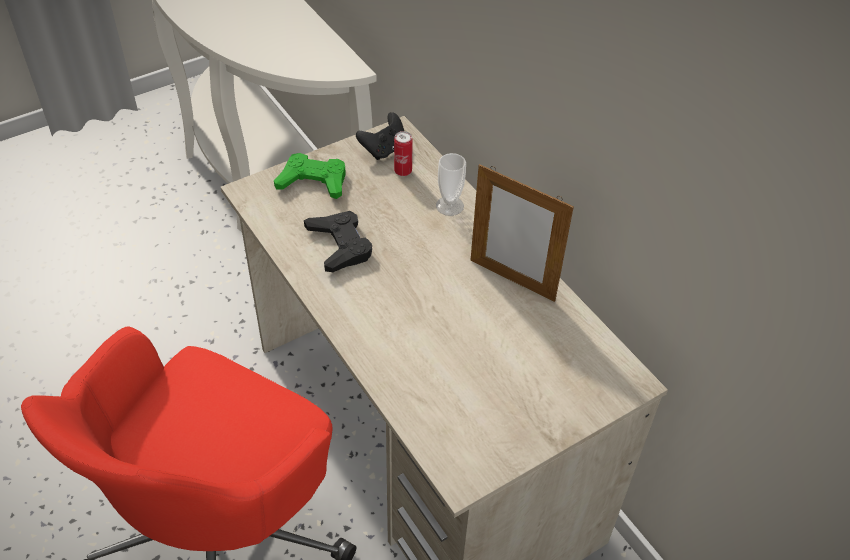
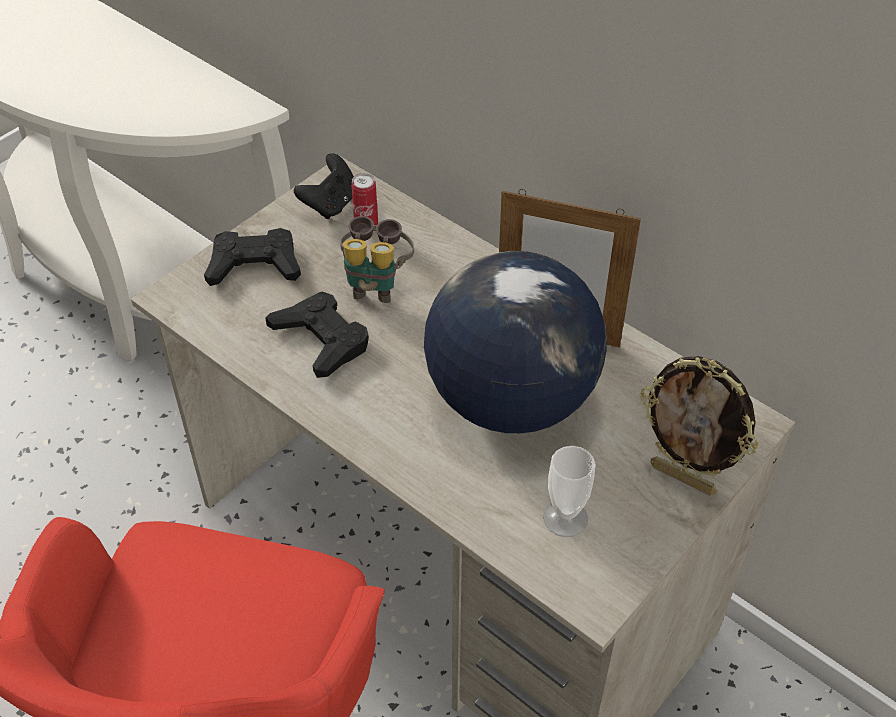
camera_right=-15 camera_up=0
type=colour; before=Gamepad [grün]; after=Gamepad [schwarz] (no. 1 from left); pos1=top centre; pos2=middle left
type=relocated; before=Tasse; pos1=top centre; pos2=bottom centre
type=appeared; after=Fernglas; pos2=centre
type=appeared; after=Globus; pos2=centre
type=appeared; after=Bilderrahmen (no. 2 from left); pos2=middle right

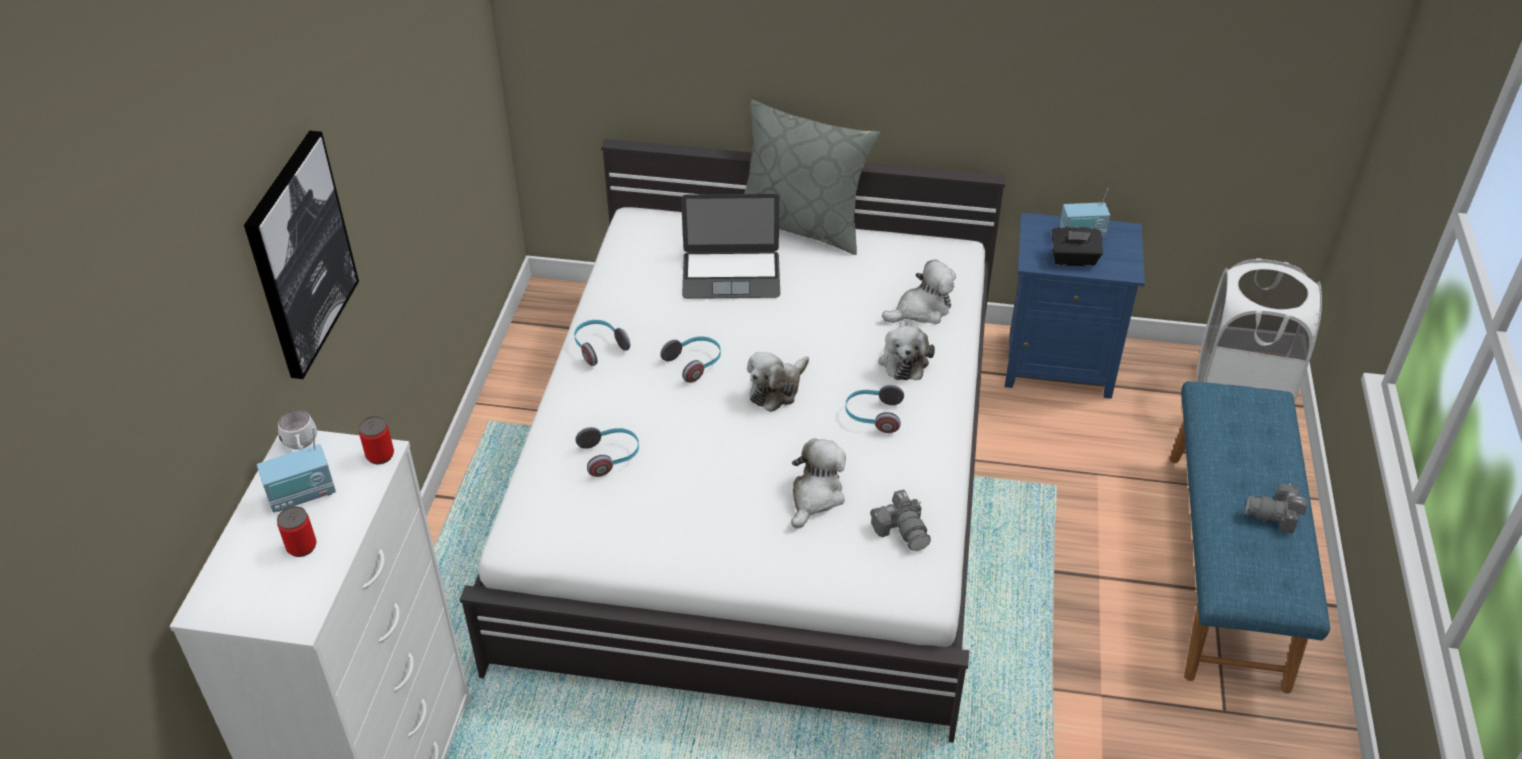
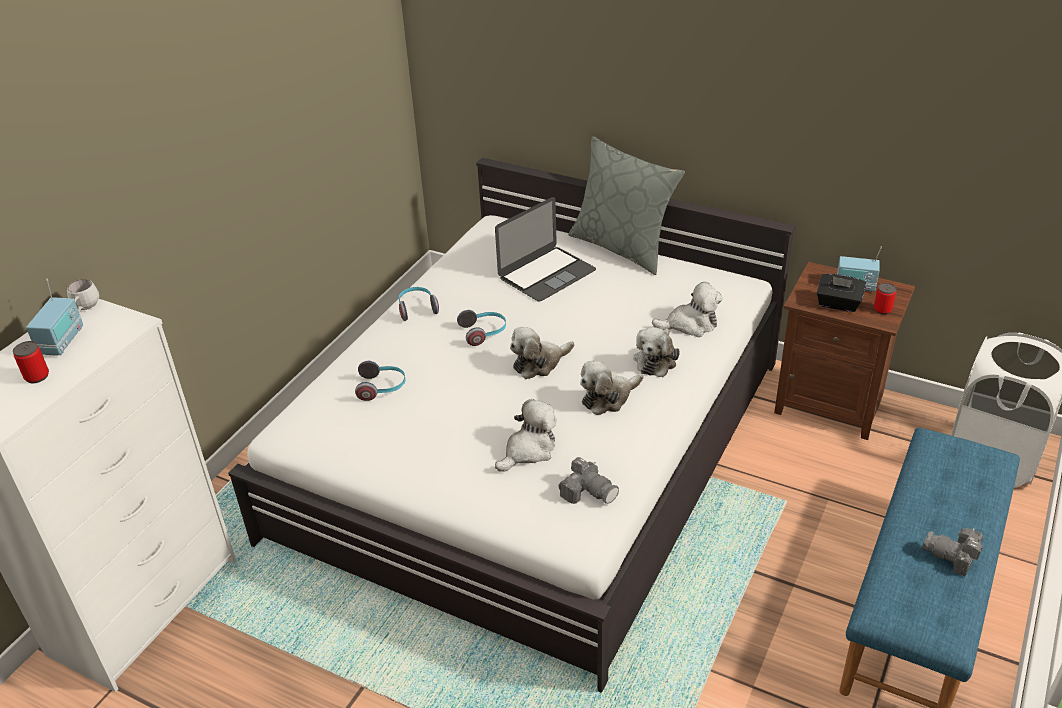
camera_right=20 camera_up=-5
type=missing; before=Bild; pos1=middle left
type=spun; before=Laptop; pos1=top centre; pos2=centre; turn=-60
type=colour; before=Nachttisch [blau]; after=Nachttisch [braun]; pos1=middle right; pos2=middle right
type=exchanged; before=Kopfhörer (no. 4 from left); after=Plüschtier (no. 3 from left); pos1=centre; pos2=centre
type=relocated; before=Dose (no. 2 from left); pos1=middle left; pos2=middle right
type=spun; before=Radio (no. 1 from left); pos1=middle left; pos2=middle left; turn=-75
type=spun; before=Kamera (no. 1 from left); pos1=bottom centre; pos2=bottom centre; turn=-45

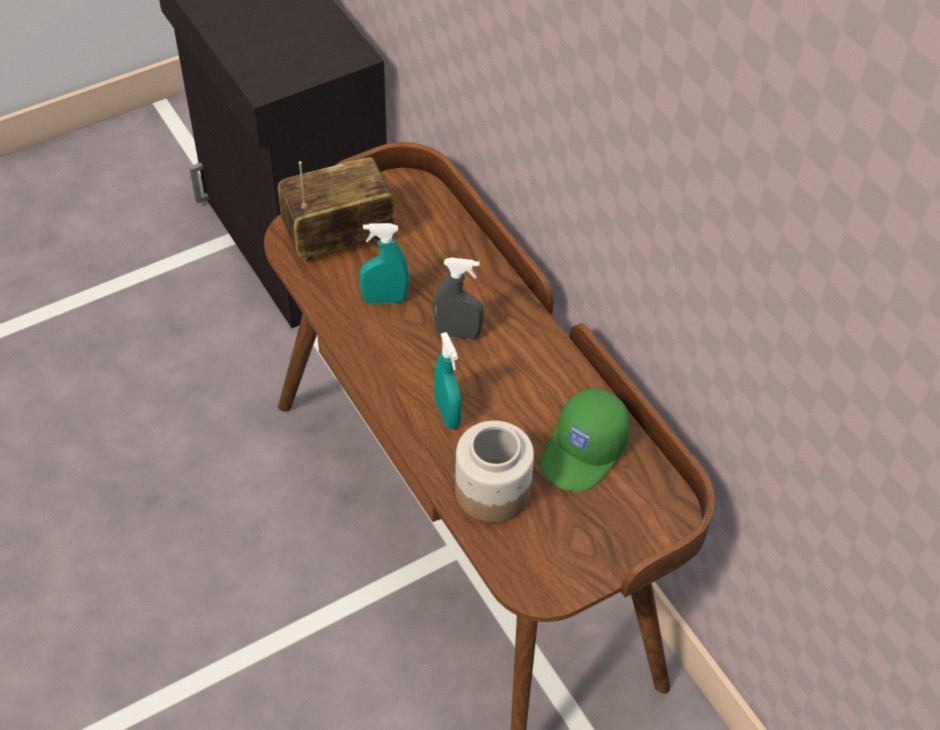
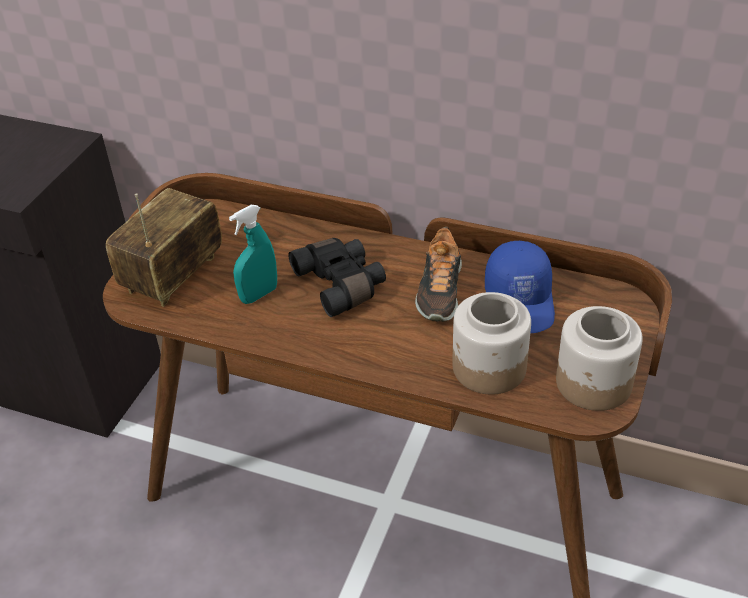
camera_right=-35 camera_up=-10
type=exchanged; before=Sprühflasche [grau]; after=Fernglas [schwarz]; pos1=centre; pos2=centre
type=missing; before=Sprühflasche [türkis] (no. 2 from left); pos1=centre
type=colour; before=Kappe [grün]; after=Kappe [blau]; pos1=centre; pos2=middle right
type=appeared; after=Schuh; pos2=centre
type=appeared; after=Vorratsglas (no. 2 from left); pos2=middle right

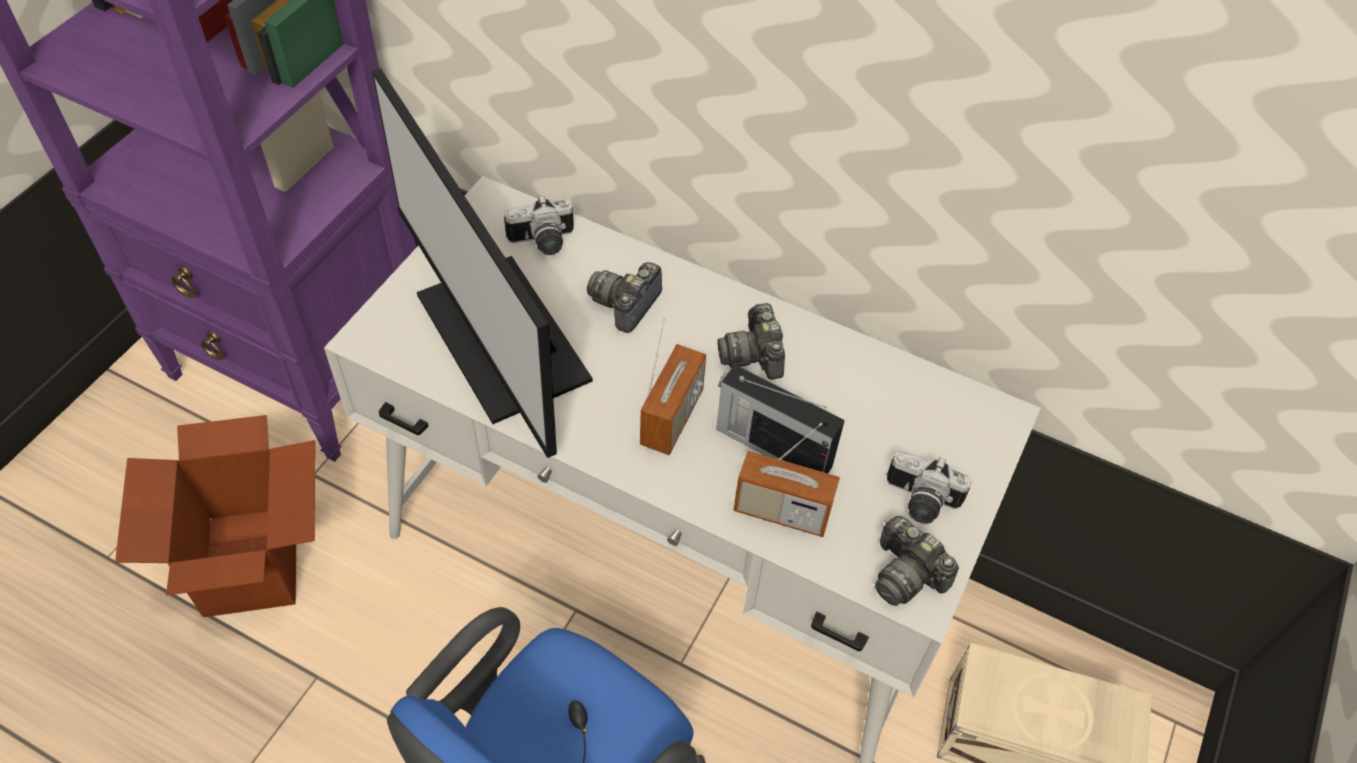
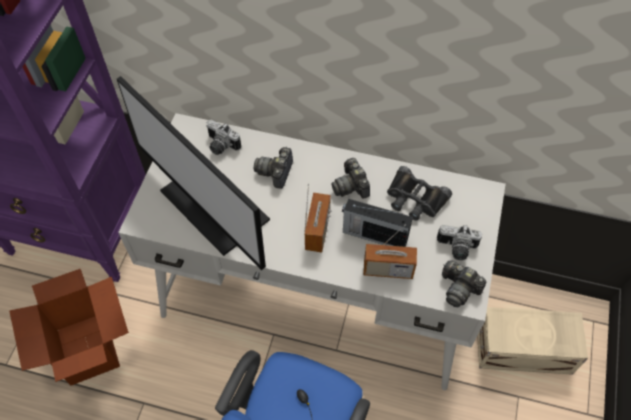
camera_right=-10 camera_up=5
type=spun; before=Kamera (no. 1 from left); pos1=top centre; pos2=top centre; turn=60
type=appeared; after=Fernglas [schwarz]; pos2=centre

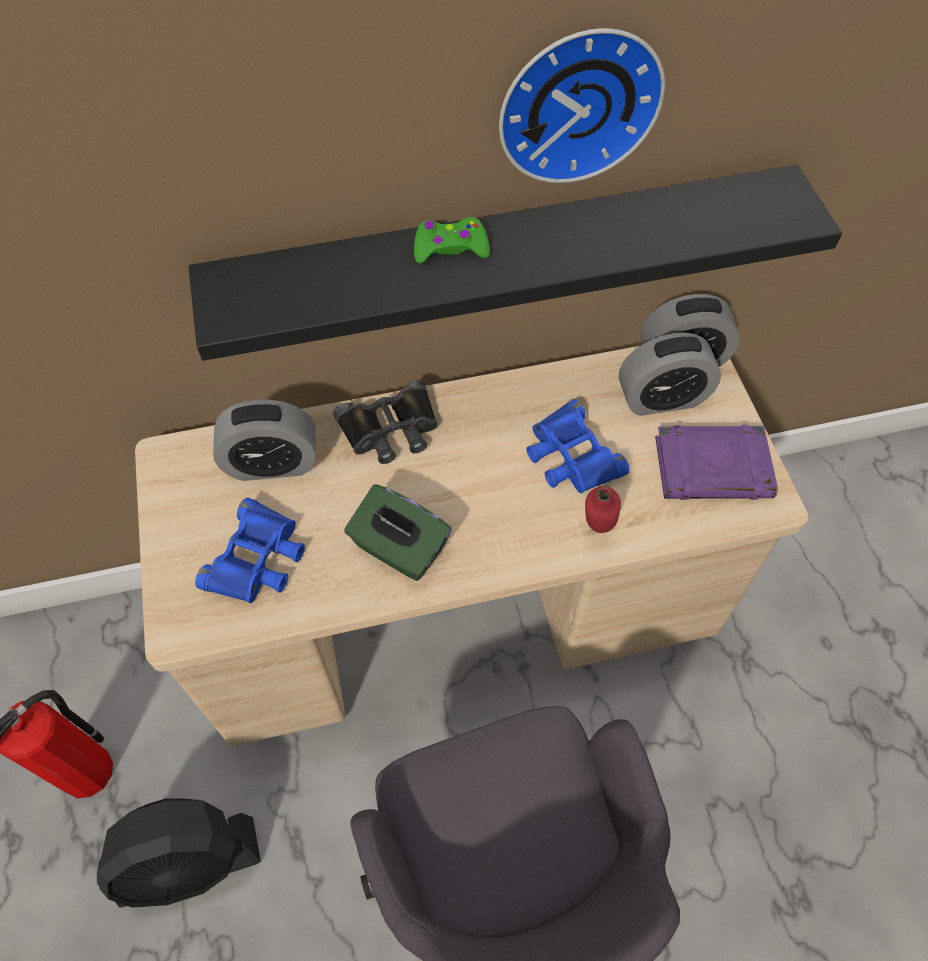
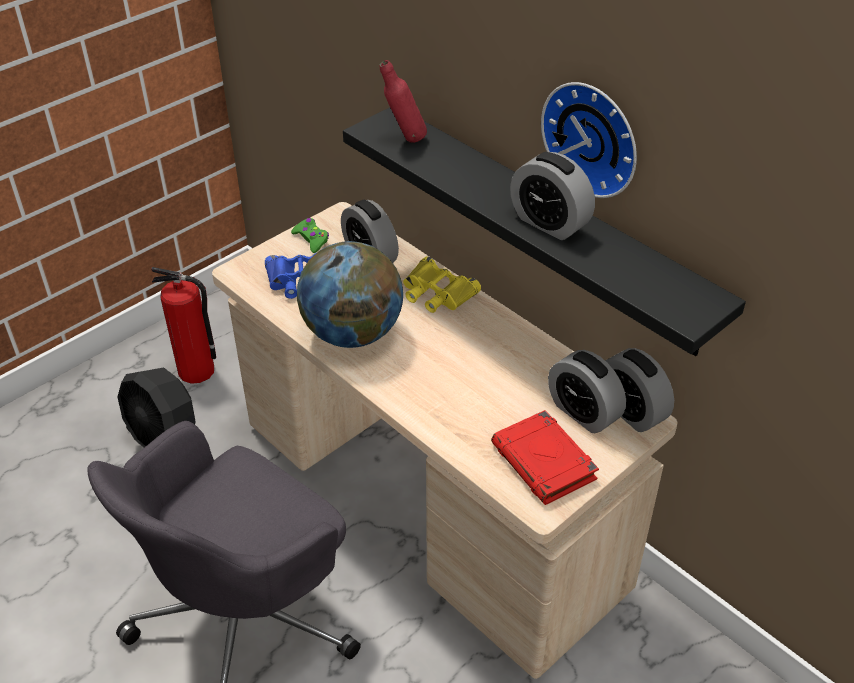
camera_right=60 camera_up=-15
type=relocated; before=Gamepad [grün]; pos1=top centre; pos2=centre
type=colour; before=Fernglas [schwarz]; after=Fernglas [gelb]; pos1=centre; pos2=centre
type=missing; before=Fernglas [blau] (no. 2 from left); pos1=centre
type=colour; before=Buch [lila]; after=Buch [rot]; pos1=middle right; pos2=bottom centre
type=exchanged; before=Taschentuchbox [grün]; after=Globus; pos1=centre; pos2=centre
type=relocated; before=Flasche [rot]; pos1=centre; pos2=top centre
type=appeared; after=Wecker (no. 2 from left); pos2=top centre

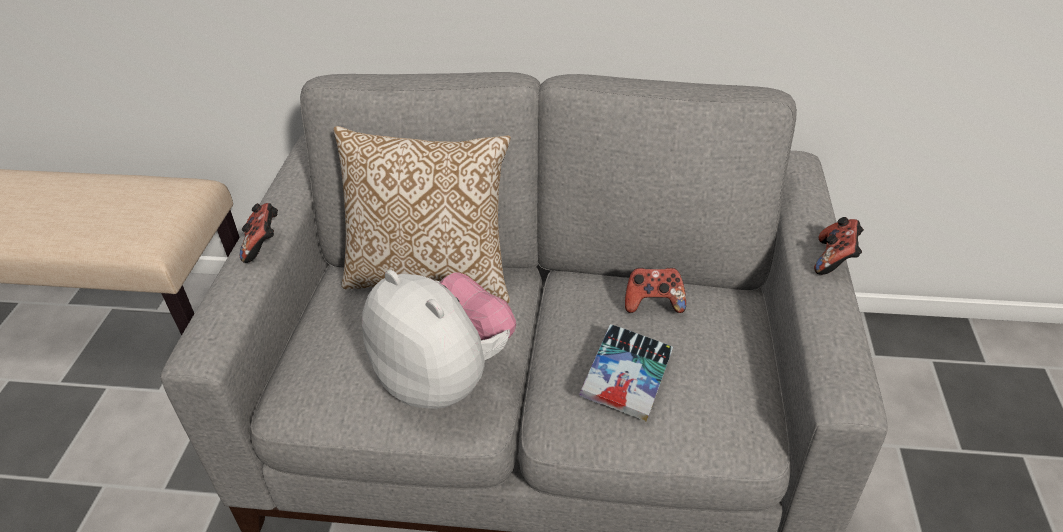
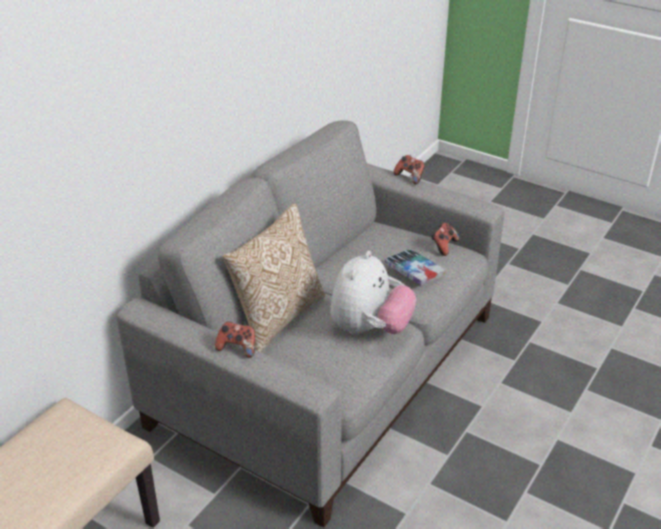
camera_right=-65 camera_up=-5
type=relocated; before=Gamepad (no. 2 from left in the first image); after=Gamepad (no. 3 from left); pos1=centre; pos2=middle right
type=spun; before=Plüschtier; pos1=centre; pos2=centre; turn=135

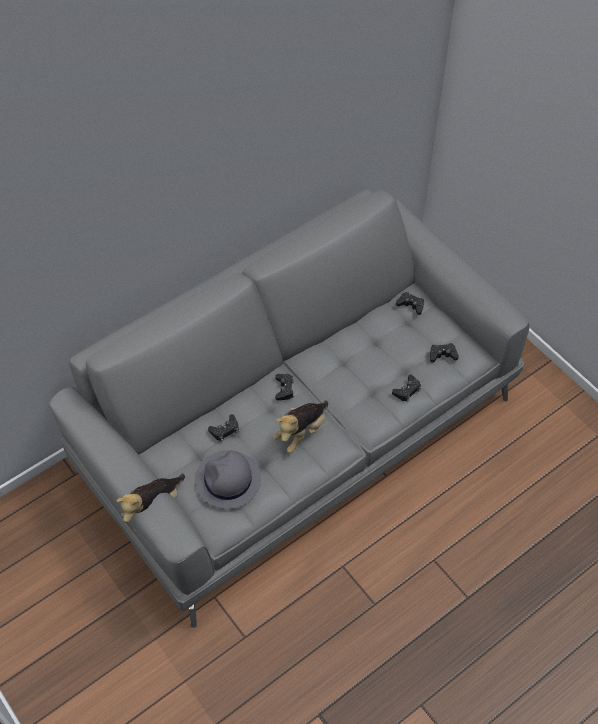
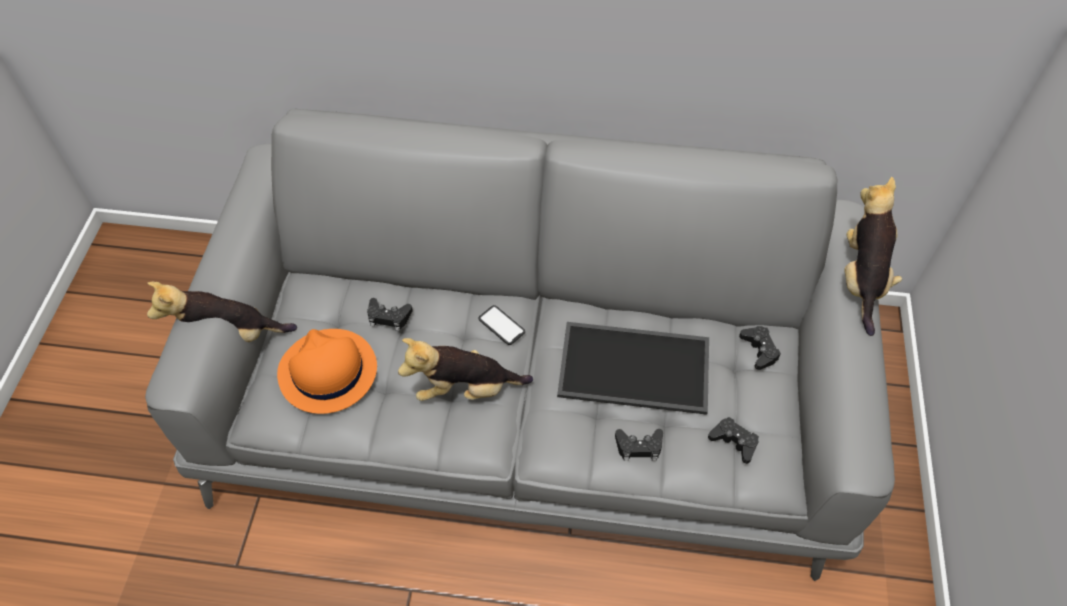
camera_right=45 camera_up=0
type=exchanged; before=Gamepad [schwarz] (no. 2 from left); after=Handy; pos1=centre; pos2=centre
type=colour; before=Hut [grau]; after=Hut [orange]; pos1=centre; pos2=middle left
type=appeared; after=Plüschtier (no. 3 from left); pos2=middle right
type=appeared; after=Tablett; pos2=centre

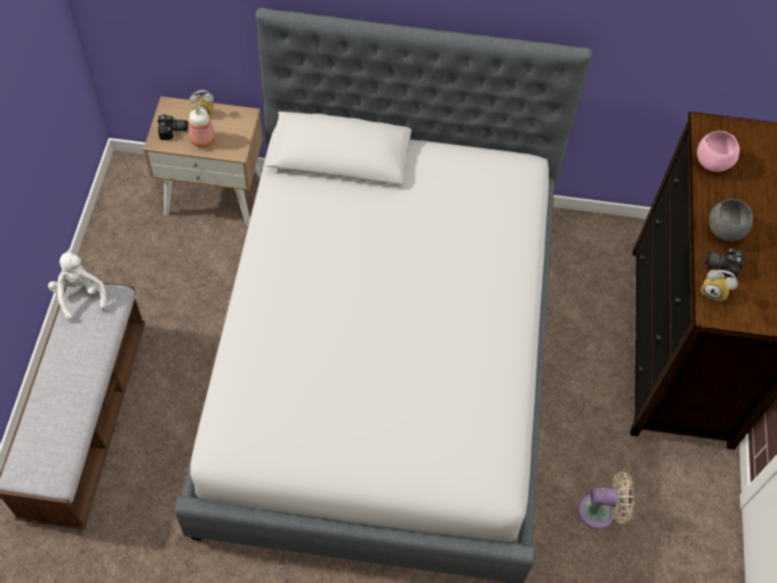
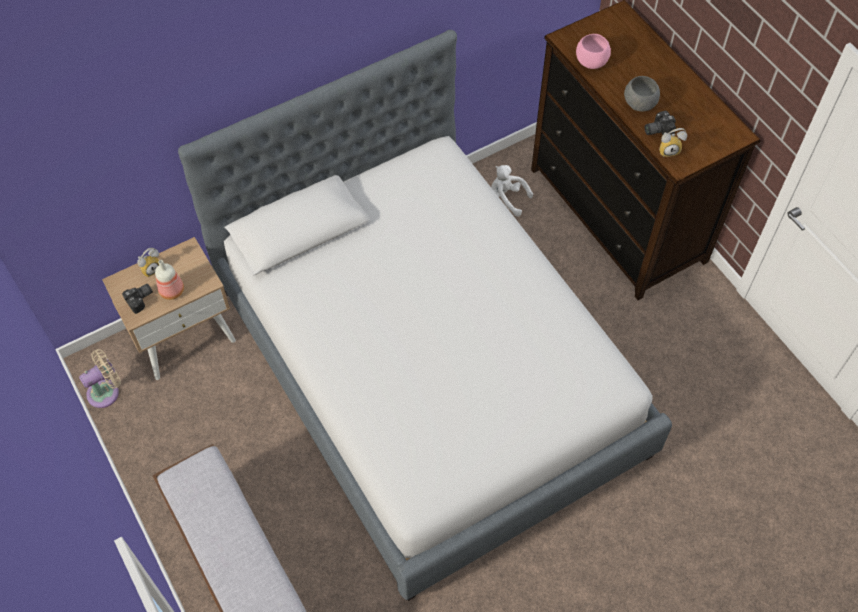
camera_right=-35 camera_up=0
type=relocated; before=Plüschtier [weiß]; pos1=middle left; pos2=top centre
type=relocated; before=Ventilator [beige]; pos1=bottom right; pos2=middle left

